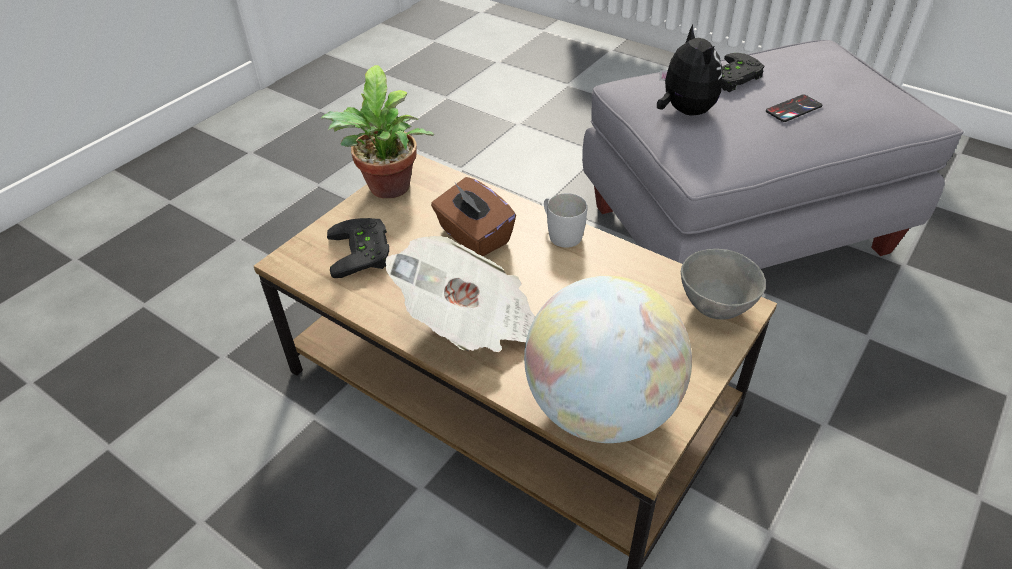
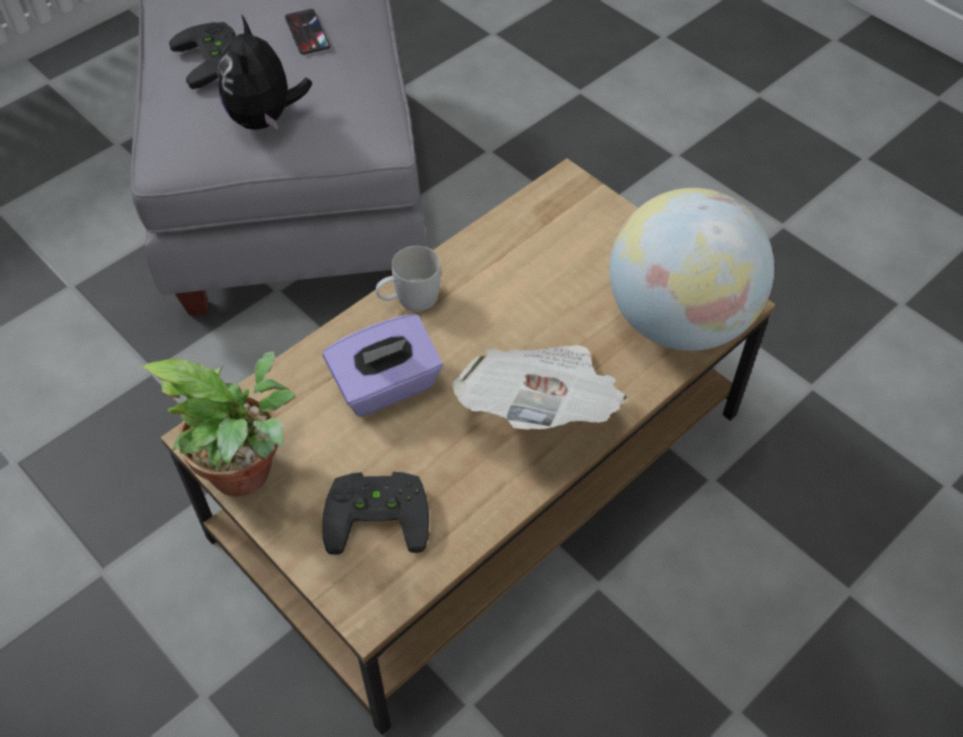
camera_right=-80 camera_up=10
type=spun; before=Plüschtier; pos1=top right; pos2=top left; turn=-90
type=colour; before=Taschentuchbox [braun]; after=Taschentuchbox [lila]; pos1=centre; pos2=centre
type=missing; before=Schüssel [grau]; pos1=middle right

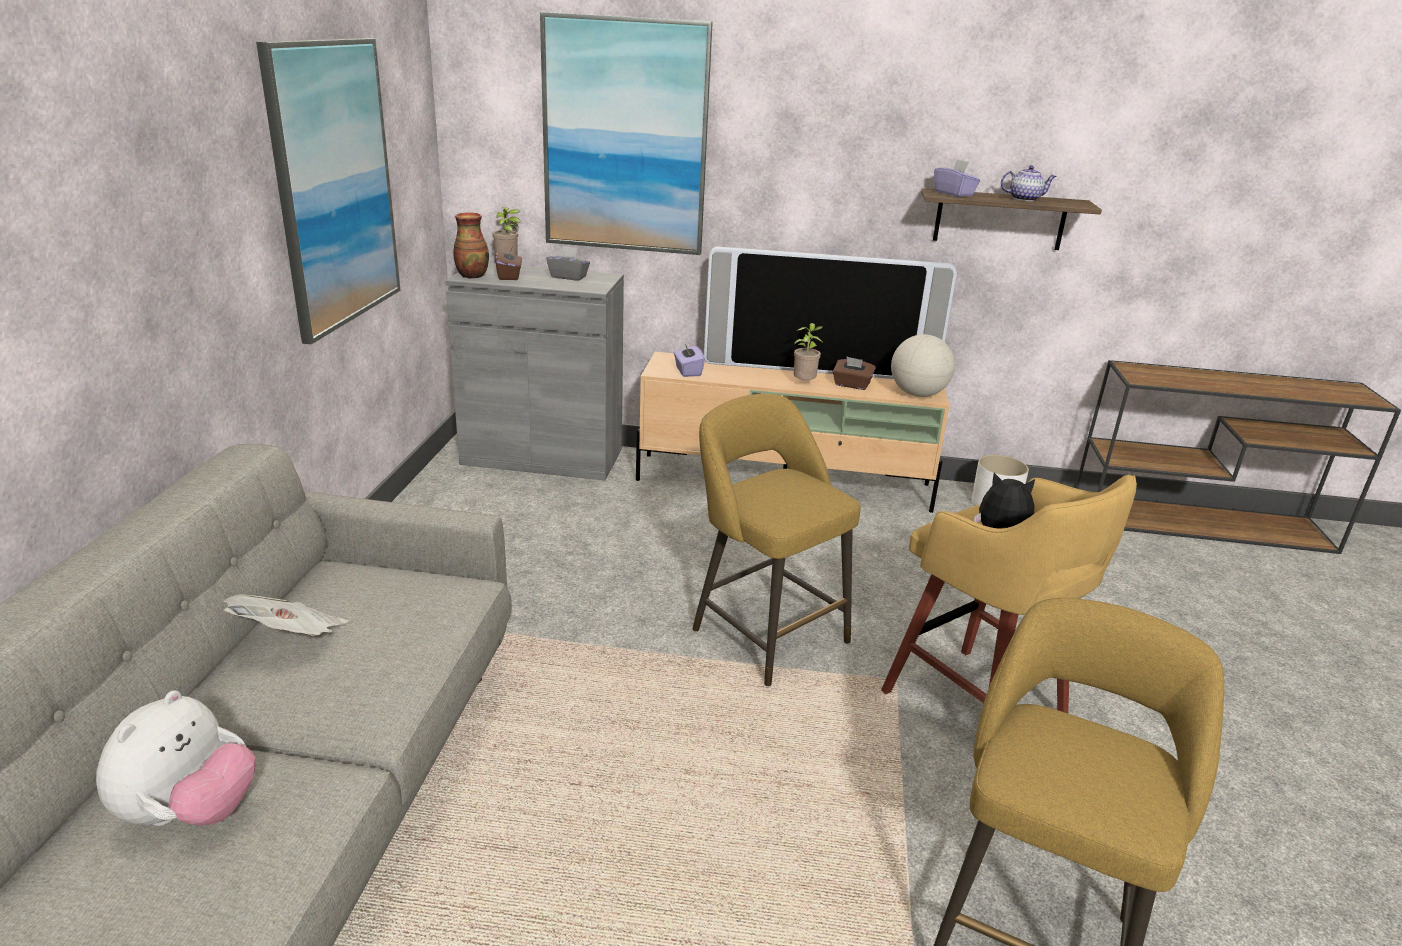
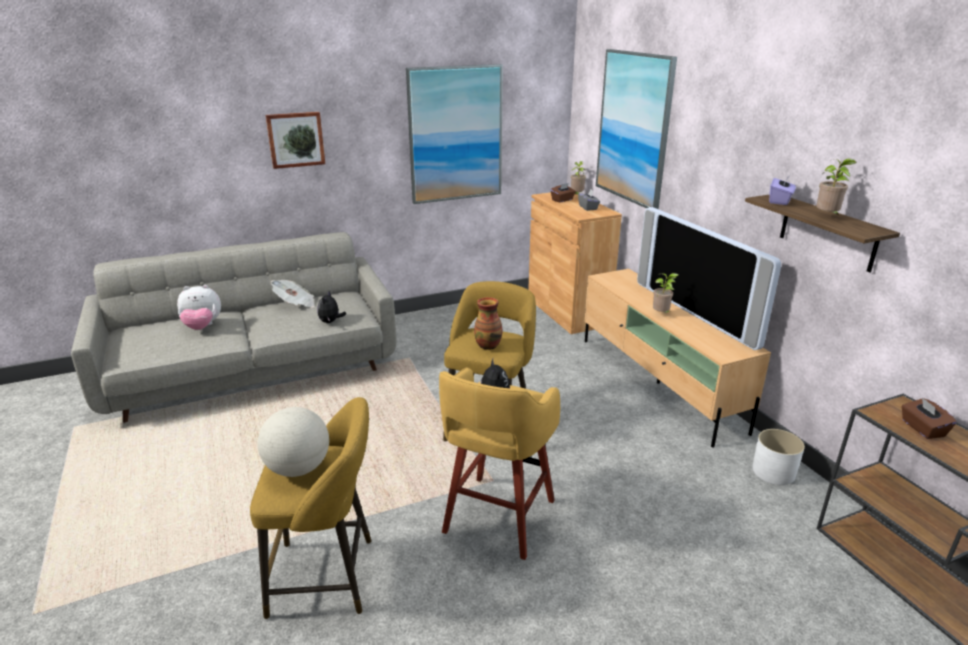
camera_right=60 camera_up=0
type=exchanged; before=Teekanne; after=Topfpflanze (no. 3 from left); pos1=top right; pos2=top right
type=relocated; before=Vase; pos1=top centre; pos2=centre
type=colour; before=Schrank [grau]; after=Schrank [braun]; pos1=centre; pos2=centre
type=relocated; before=Globus; pos1=centre; pos2=bottom left
type=missing; before=Taschentuchbox [lila] (no. 1 from left); pos1=centre
type=relocated; before=Taschentuchbox [braun] (no. 2 from left); pos1=centre; pos2=middle right
type=appeared; after=Bild (no. 1 from left); pos2=top left
type=appeared; after=Plüschtier (no. 2 from left); pos2=centre

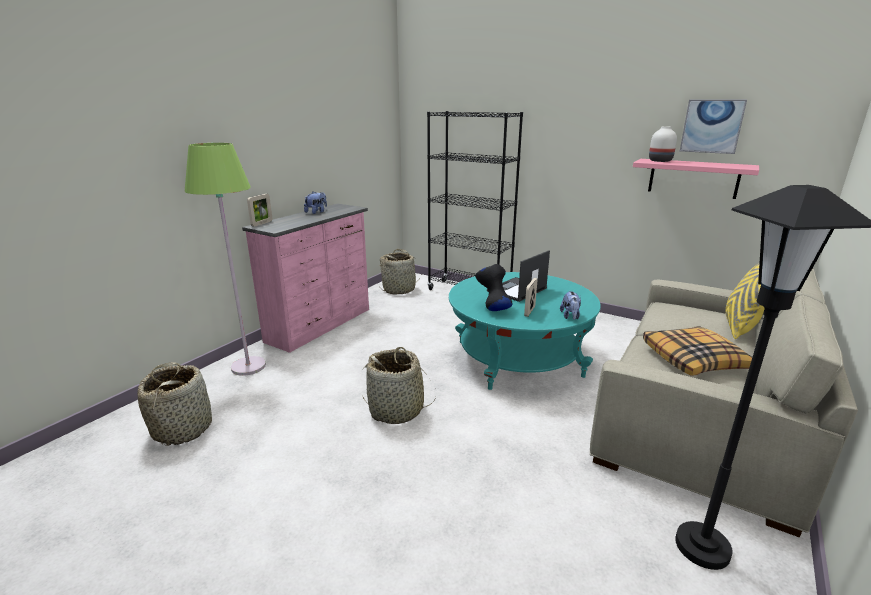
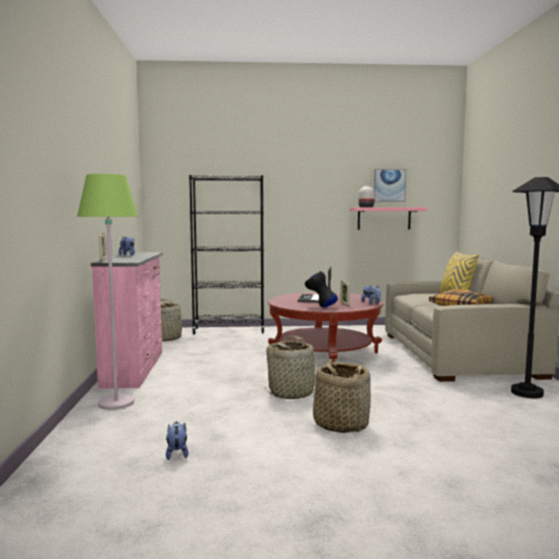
camera_right=-35 camera_up=-15
type=colour; before=Couchtisch [türkis]; after=Couchtisch [rot]; pos1=centre; pos2=centre
type=relocated; before=Korb (no. 1 from left in the first image); after=Korb (no. 3 from left); pos1=bottom left; pos2=bottom centre
type=appeared; after=Plüschtier (no. 2 from left); pos2=bottom left

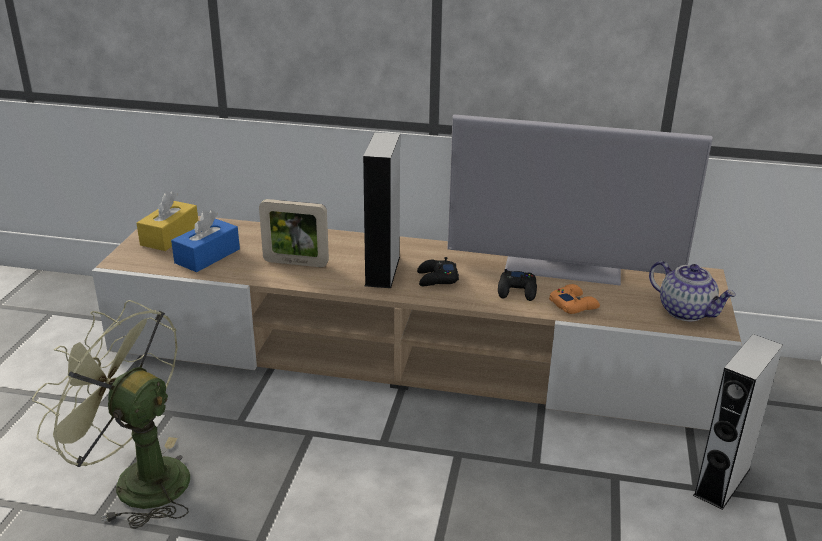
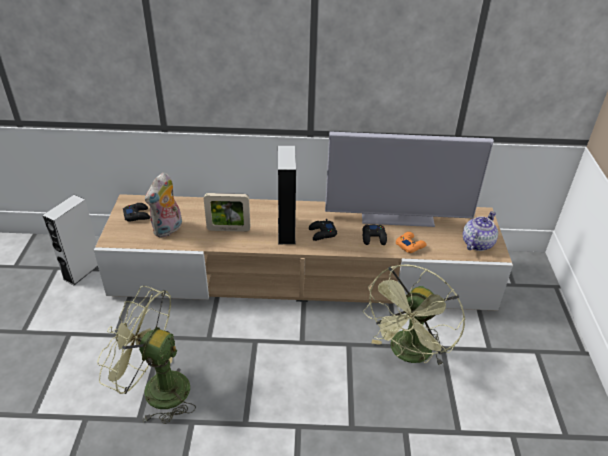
camera_right=-10 camera_up=10
type=exchanged; before=Taschentuchbox [gelb]; after=Gamepad [schwarz] (no. 1 from left); pos1=middle left; pos2=middle left
type=exchanged; before=Taschentuchbox [blau]; after=Plüschtier; pos1=middle left; pos2=middle left
type=spun; before=Teekanne; pos1=middle right; pos2=middle right; turn=-90
type=relocated; before=Lautsprecher [grau] (no. 2 from left in the first image); after=Lautsprecher [grau] (no. 1 from left); pos1=bottom right; pos2=middle left
type=appeared; after=Ventilator [grün] (no. 2 from left); pos2=bottom right

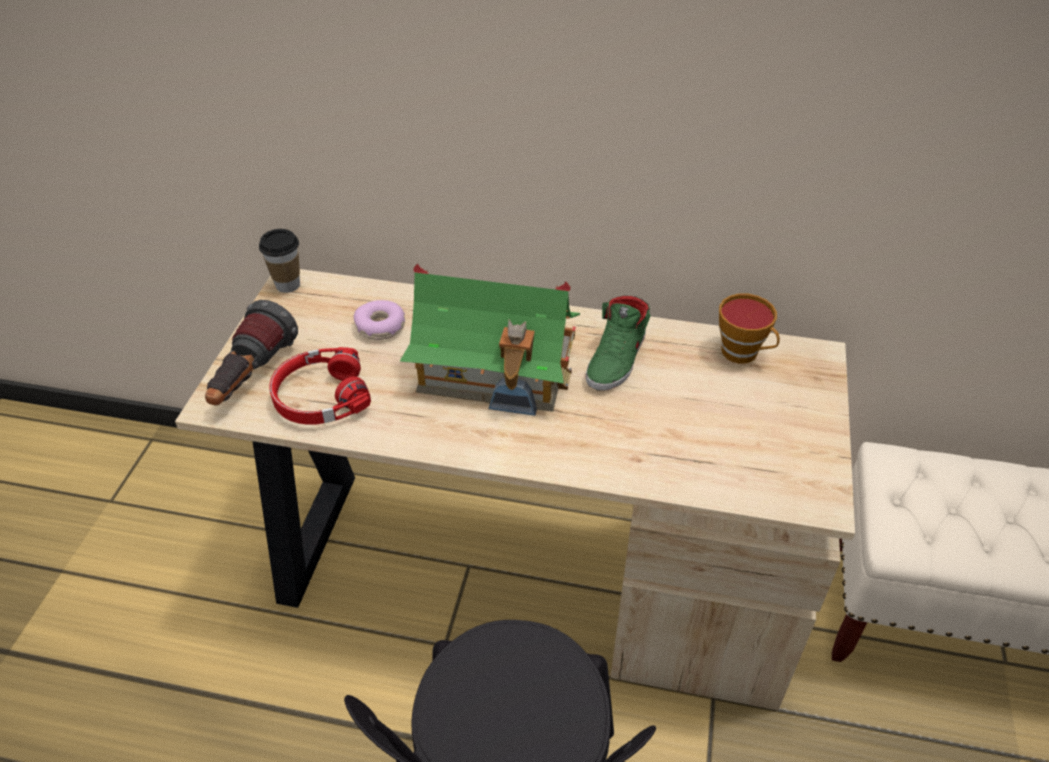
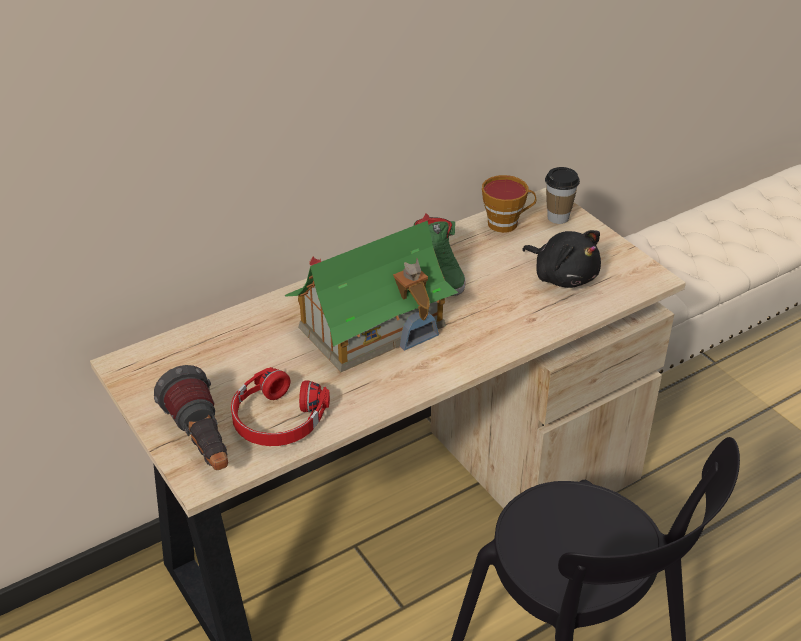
camera_right=-45 camera_up=-5
type=relocated; before=Tasse (no. 1 from left in the first image); after=Tasse (no. 2 from left); pos1=middle left; pos2=top right
type=missing; before=Donut; pos1=centre
type=appeared; after=Plüschtier [schwarz]; pos2=middle right

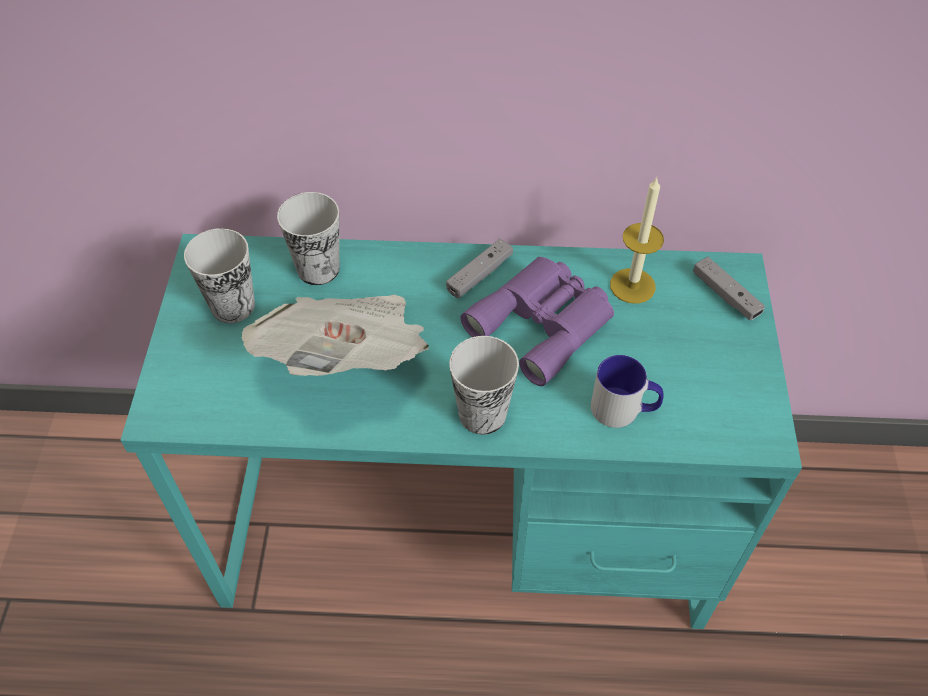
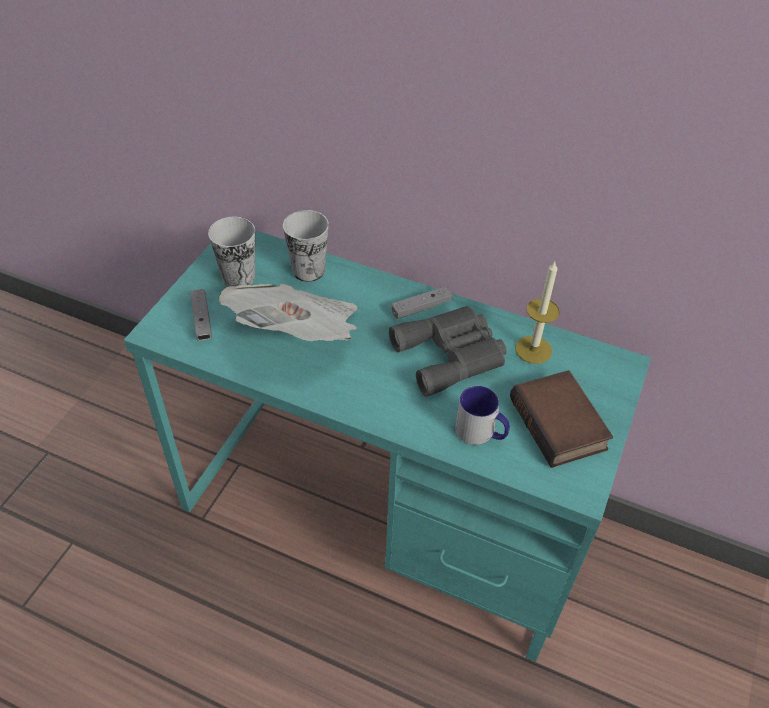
camera_right=20 camera_up=-5
type=colour; before=Fernglas [lila]; after=Fernglas [grau]; pos1=centre; pos2=centre
type=relocated; before=Gamepad [grau] (no. 2 from left in the first image); after=Gamepad [grau] (no. 1 from left); pos1=middle right; pos2=middle left
type=missing; before=Tasse (no. 3 from left); pos1=centre
type=appeared; after=Buch; pos2=middle right

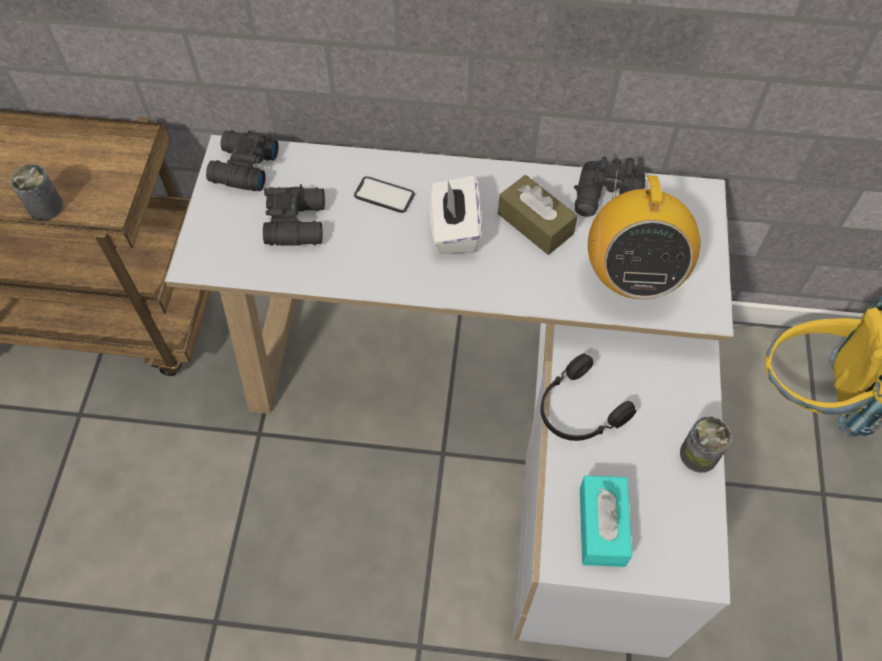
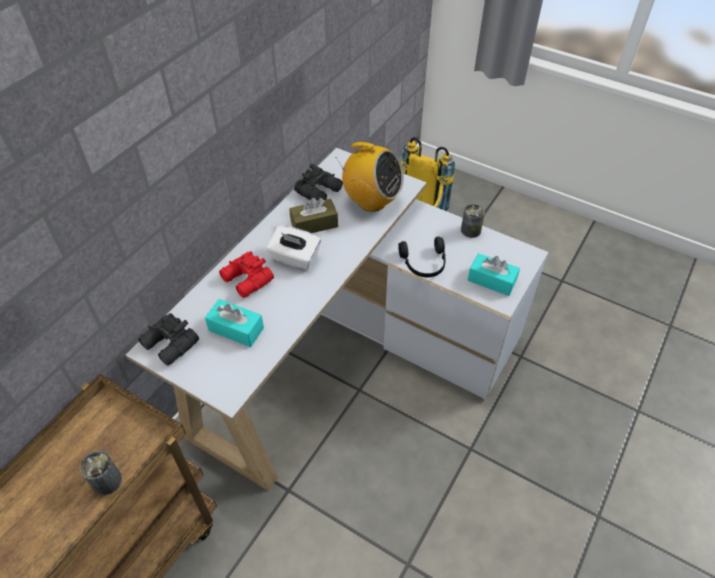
camera_right=-65 camera_up=-10
type=exchanged; before=Handy; after=Fernglas [rot]; pos1=top centre; pos2=centre
type=exchanged; before=Fernglas [schwarz] (no. 2 from left); after=Taschentuchbox [türkis] (no. 1 from left); pos1=top centre; pos2=middle left

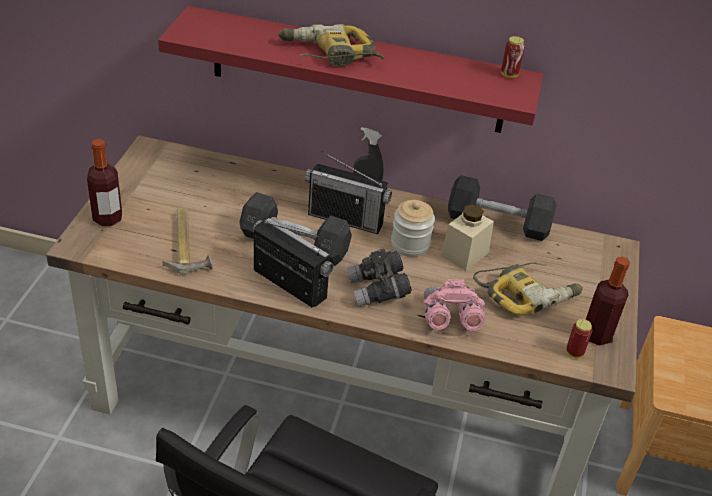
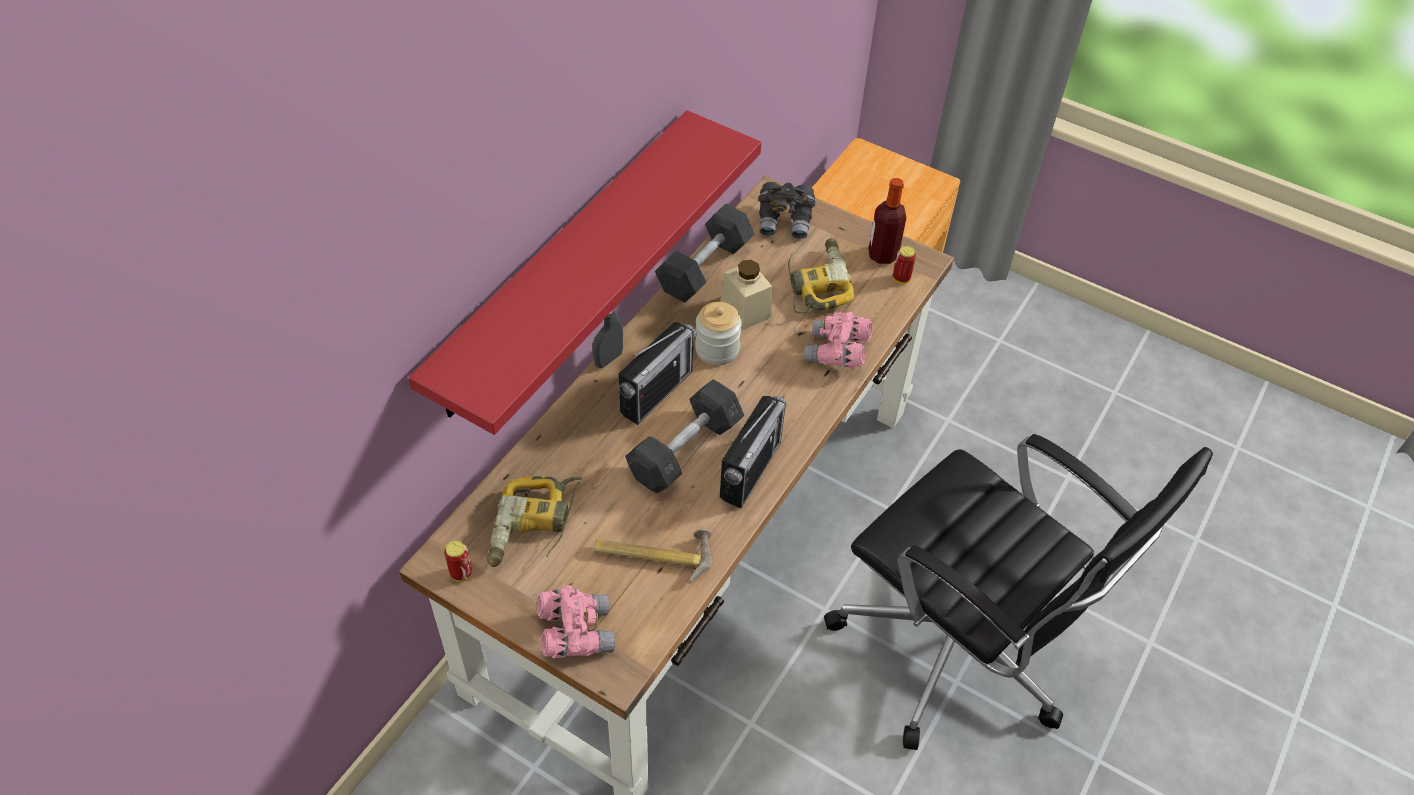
camera_right=-70 camera_up=10
type=relocated; before=Bohrmaschine (no. 1 from left); pos1=top centre; pos2=centre
type=relocated; before=Dose (no. 1 from left); pos1=top right; pos2=bottom left
type=exchanged; before=Flasche (no. 1 from left); after=Fernglas [rosa] (no. 1 from left); pos1=middle left; pos2=bottom centre
type=spun; before=Radio (no. 1 from left in the first image); pos1=centre; pos2=centre; turn=150
type=relocated; before=Fernglas [grau]; pos1=centre; pos2=top centre

